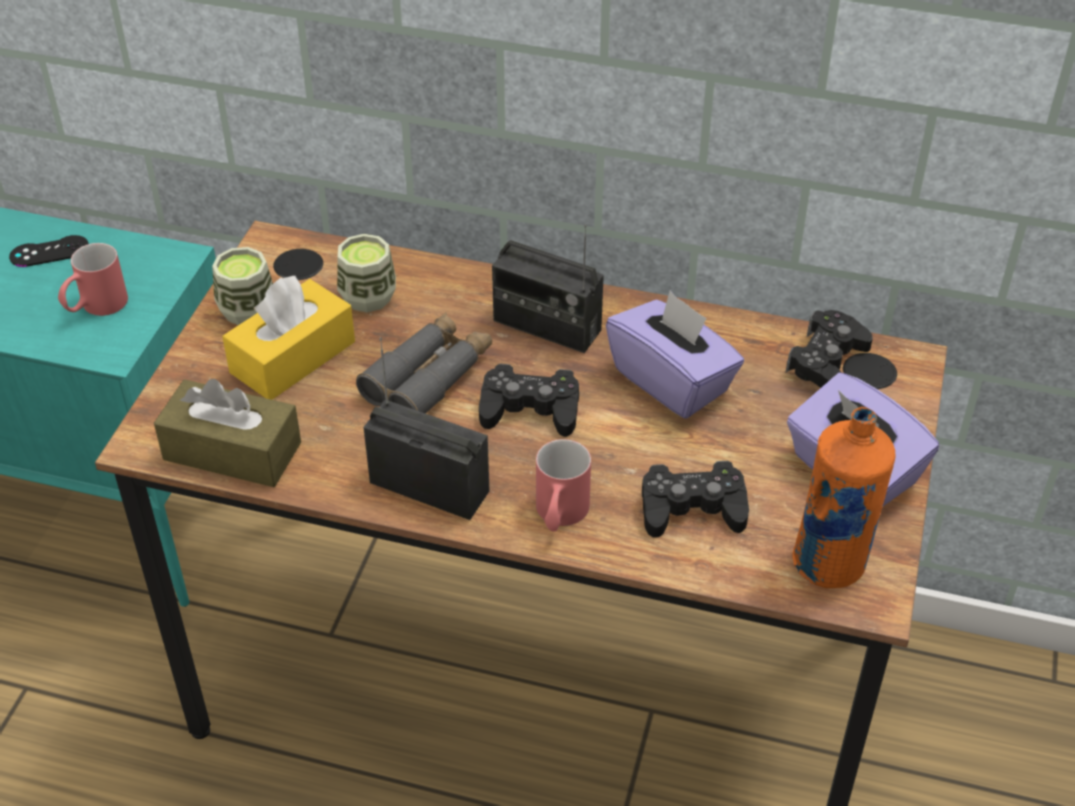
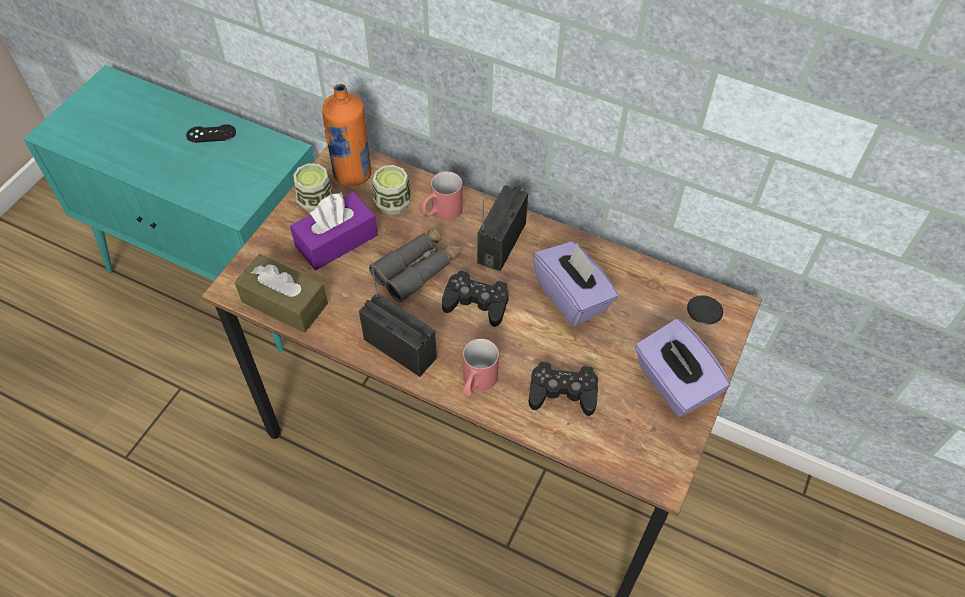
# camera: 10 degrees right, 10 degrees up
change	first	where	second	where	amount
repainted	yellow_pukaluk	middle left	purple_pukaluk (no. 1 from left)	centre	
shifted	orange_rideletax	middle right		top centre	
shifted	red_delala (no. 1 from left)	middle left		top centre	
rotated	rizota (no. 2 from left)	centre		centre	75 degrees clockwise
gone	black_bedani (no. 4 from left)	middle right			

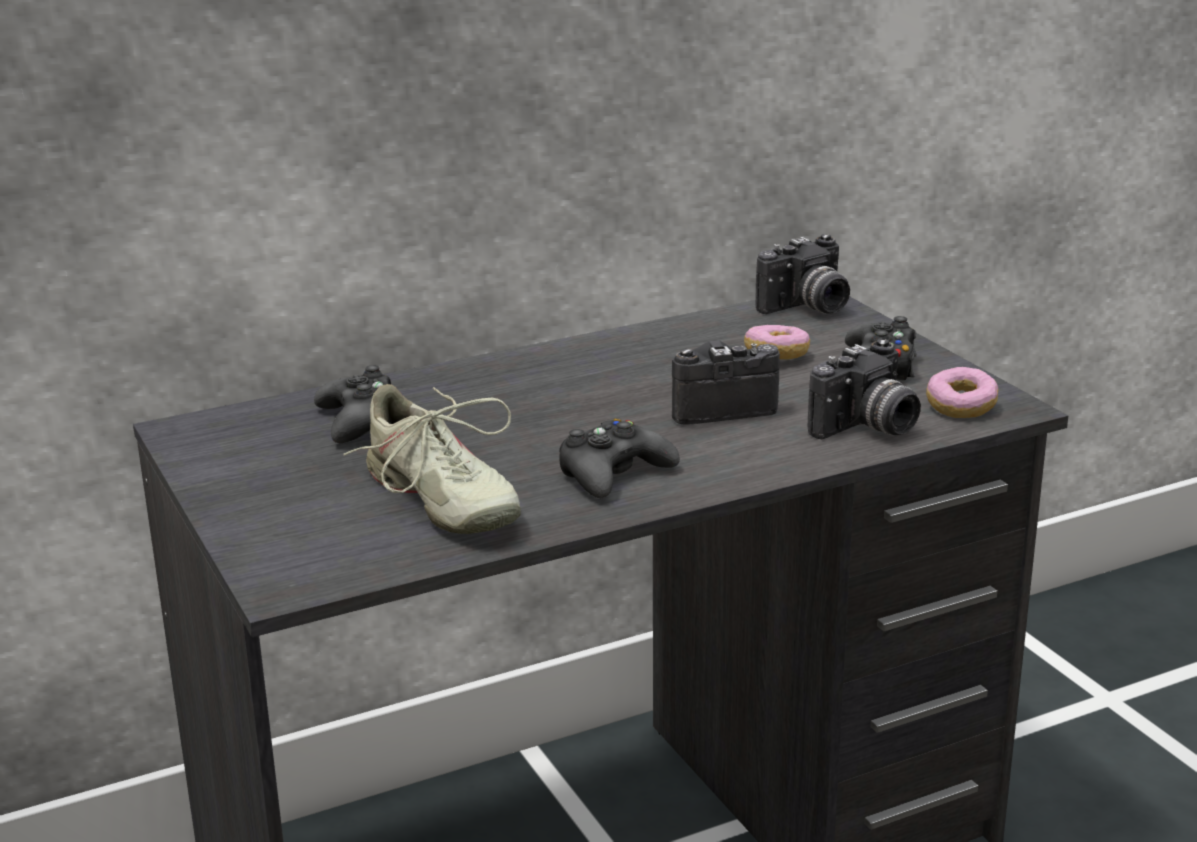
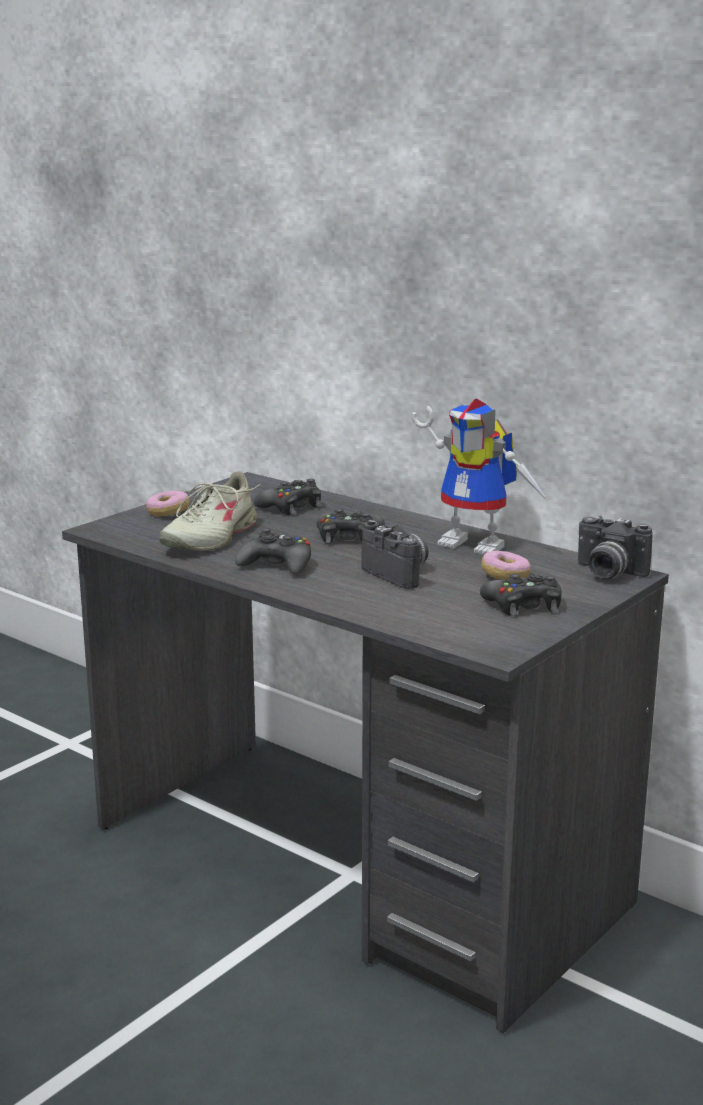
# camera: 65 degrees right, 5 degrees down
change	first	where	second	where	amount
shifted	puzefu (no. 2 from left in the first image)	middle right	puzefu (no. 1 from left)	middle left	
new			black_bedani (no. 3 from left)	centre	
new			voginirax	middle right	
gone	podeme (no. 3 from left)	middle right			

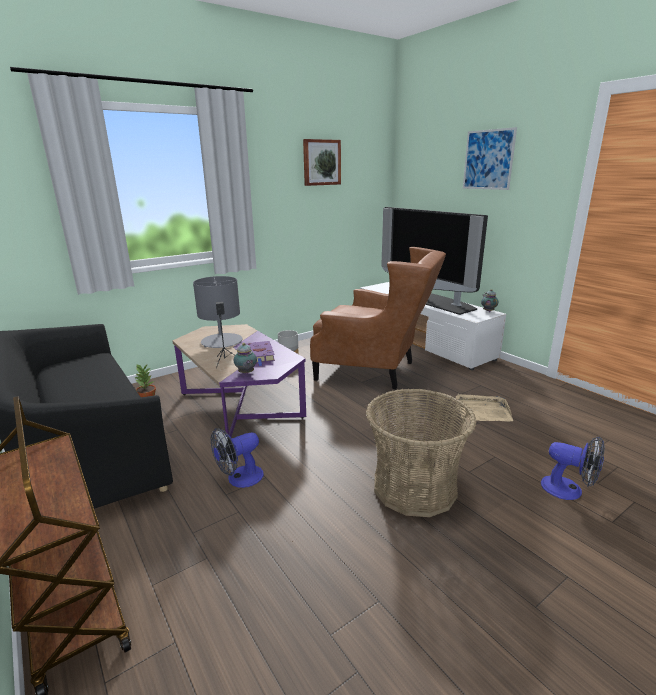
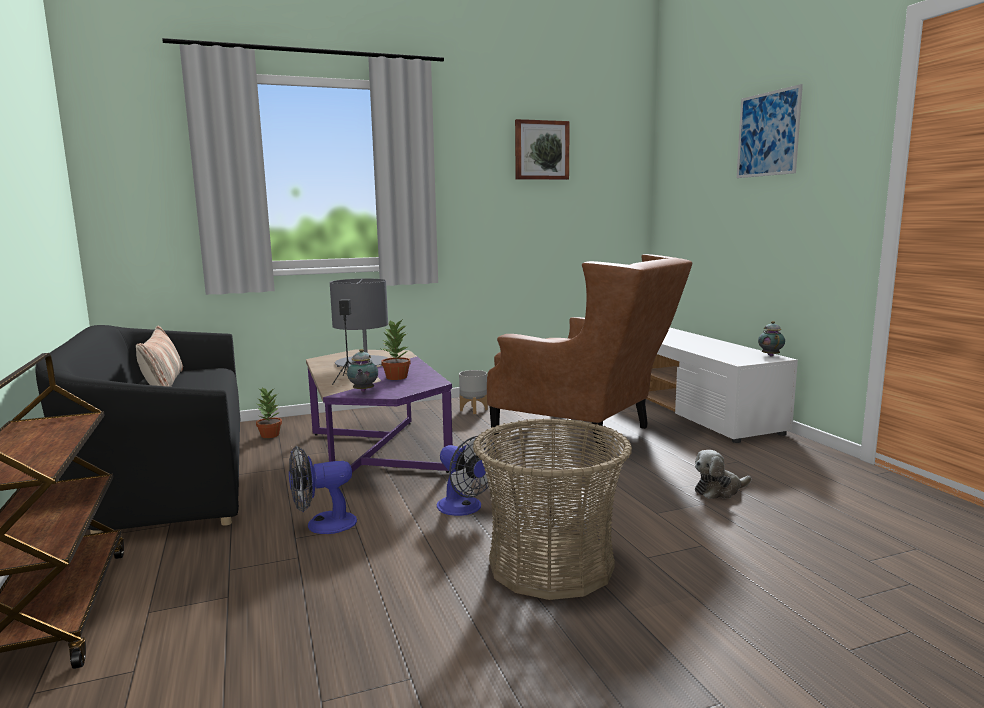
# camera: 15 degrees right, 10 degrees down
change	first	where	second	where	amount
new			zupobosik	middle left	
swapped	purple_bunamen	centre	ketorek (no. 2 from left)	centre	
shifted	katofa (no. 2 from left)	bottom right		bottom centre	
swapped	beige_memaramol	middle right	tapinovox	bottom right	
gone	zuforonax	centre			

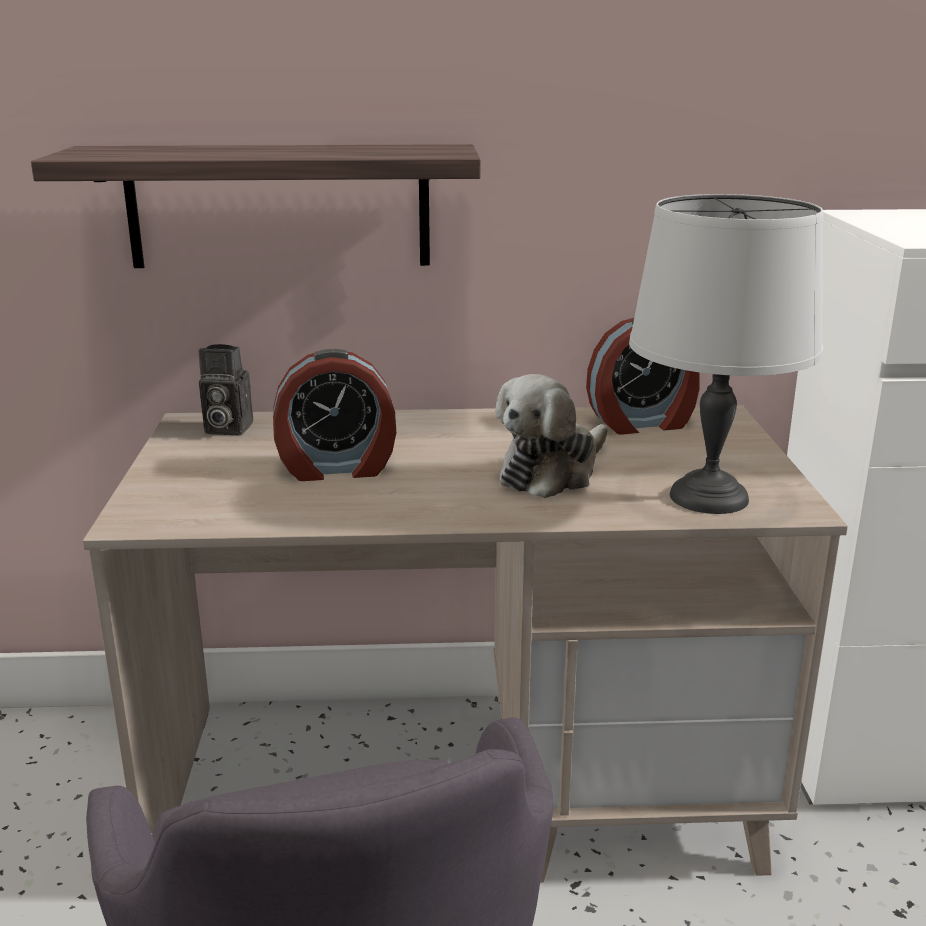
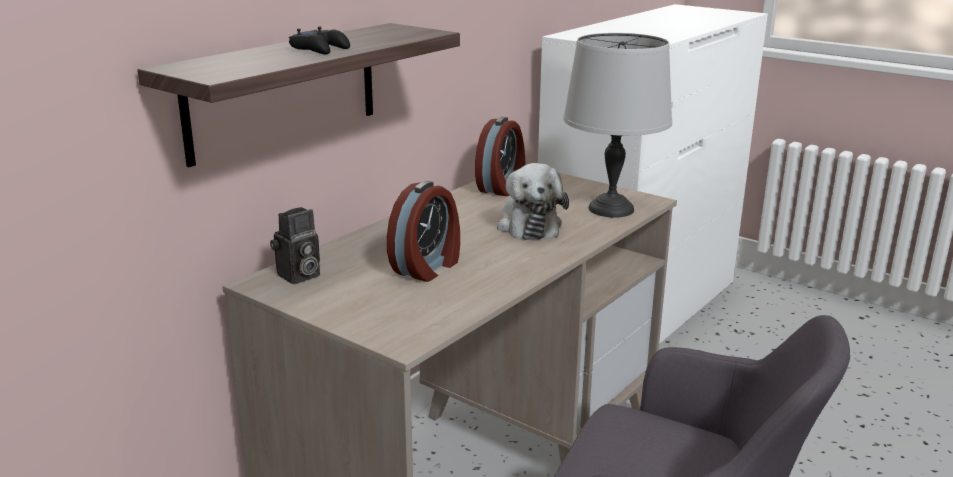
# camera: 50 degrees left, 0 degrees up
change	first	where	second	where	amount
new			black_bedani	top centre	

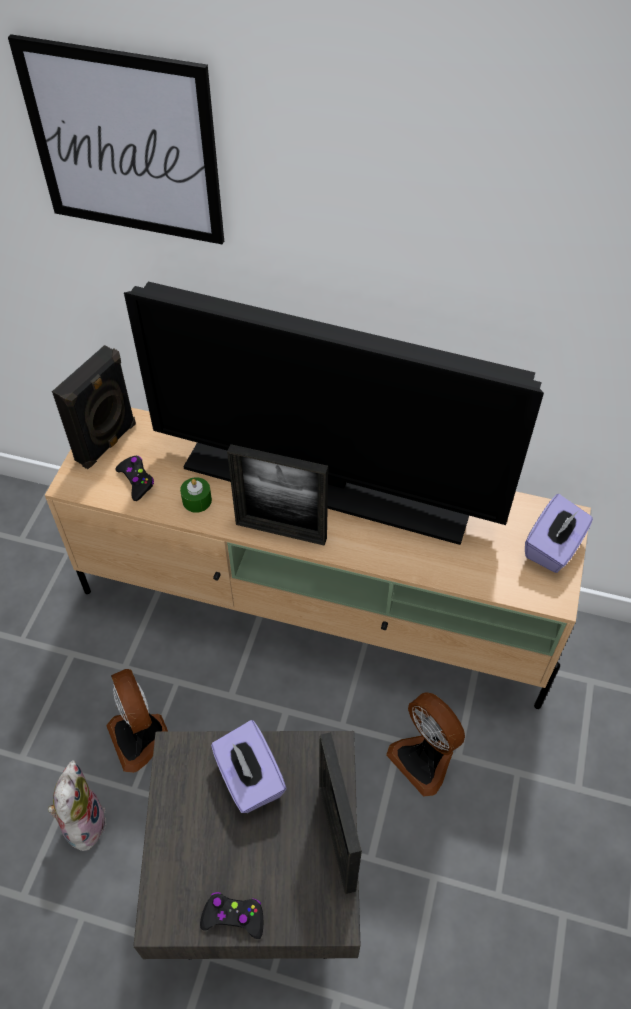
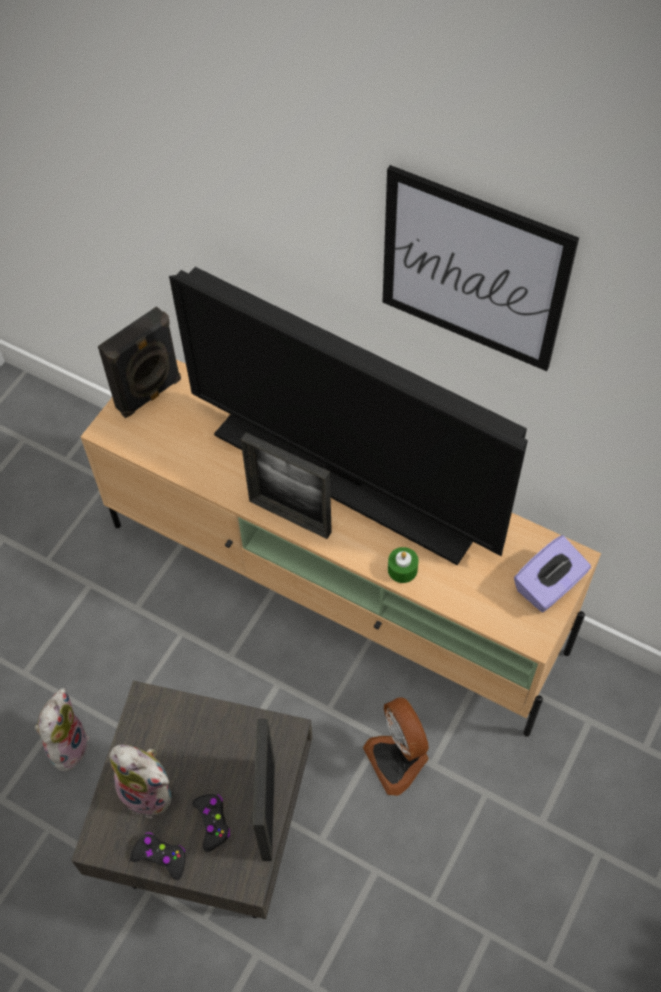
# camera: 15 degrees right, 5 degrees up
change	first	where	second	where	amount
new			tapinovox (no. 2 from left)	bottom left	
shifted	black_bedani (no. 1 from left in the first image)	middle left	black_bedani (no. 2 from left)	bottom left	
shifted	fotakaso	top left		top right	
shifted	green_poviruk	middle left		centre	
gone	katofa (no. 1 from left)	bottom left			
gone	purple_pukaluk (no. 1 from left)	bottom centre			

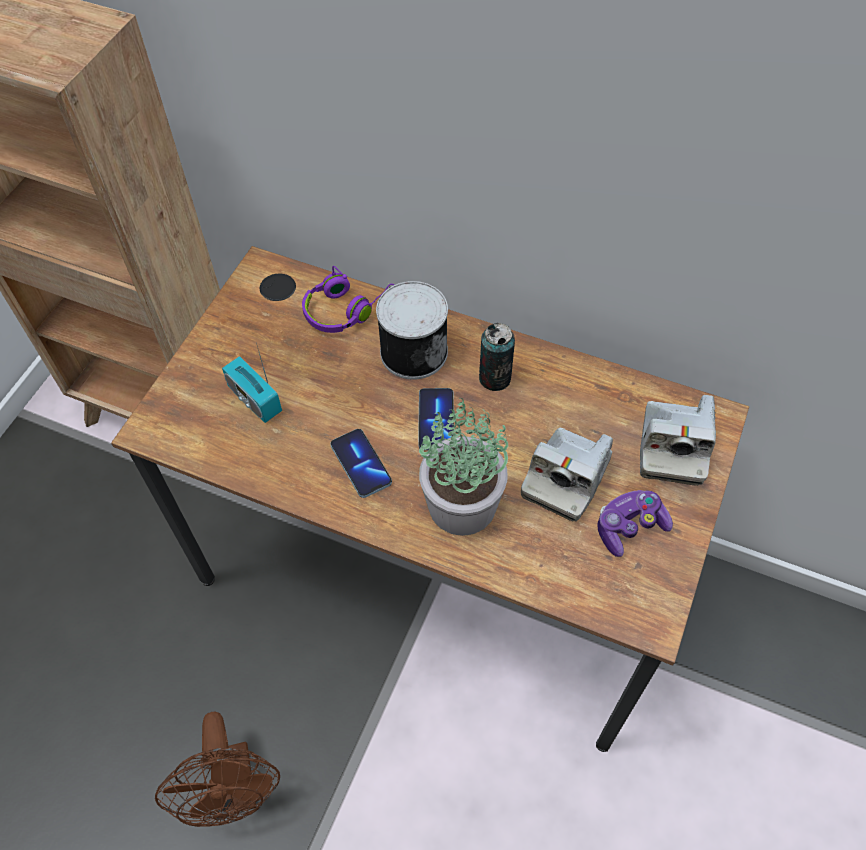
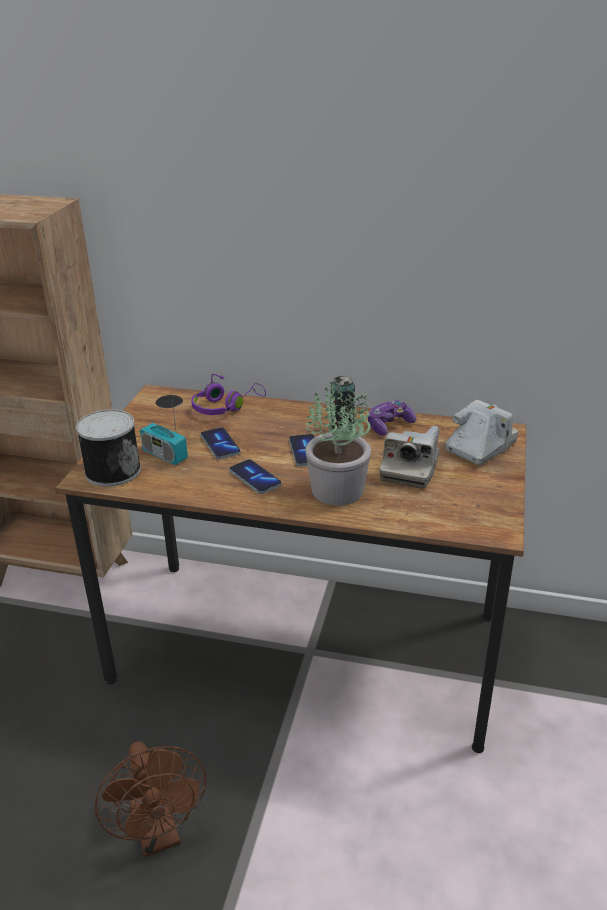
# camera: 10 degrees left, 25 degrees down
change	first	where	second	where	amount
shifted	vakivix (no. 1 from left)	centre		middle left	
new			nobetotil (no. 1 from left)	centre	
shifted	bedani	middle right		centre	
rotated	podeme (no. 2 from left)	middle right		middle right	135 degrees counterclockwise

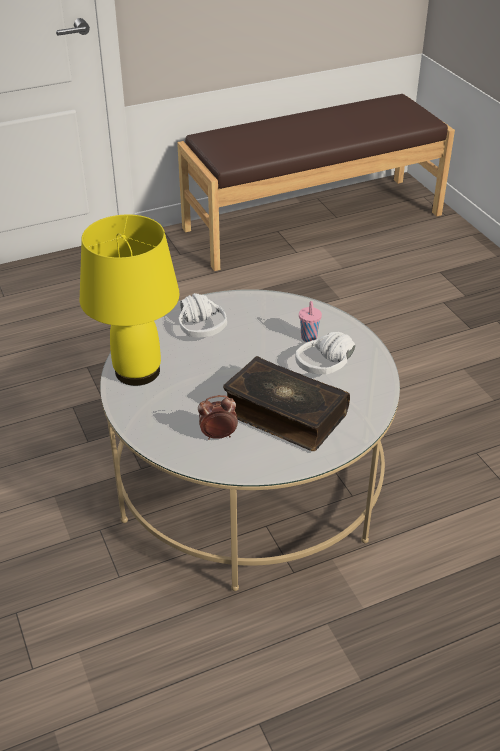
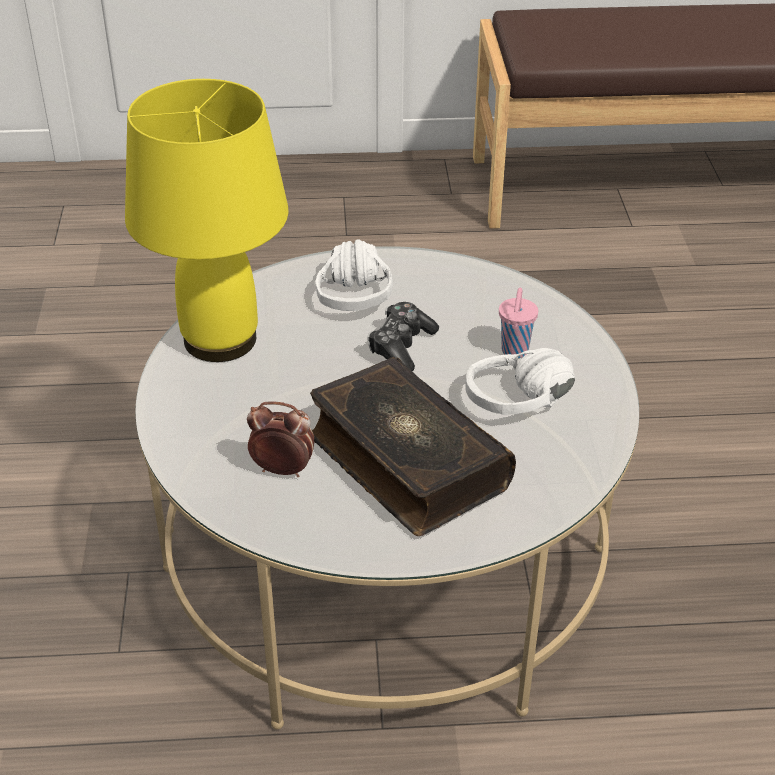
# camera: 20 degrees right, 0 degrees up
change	first	where	second	where	amount
new			bedani	centre	

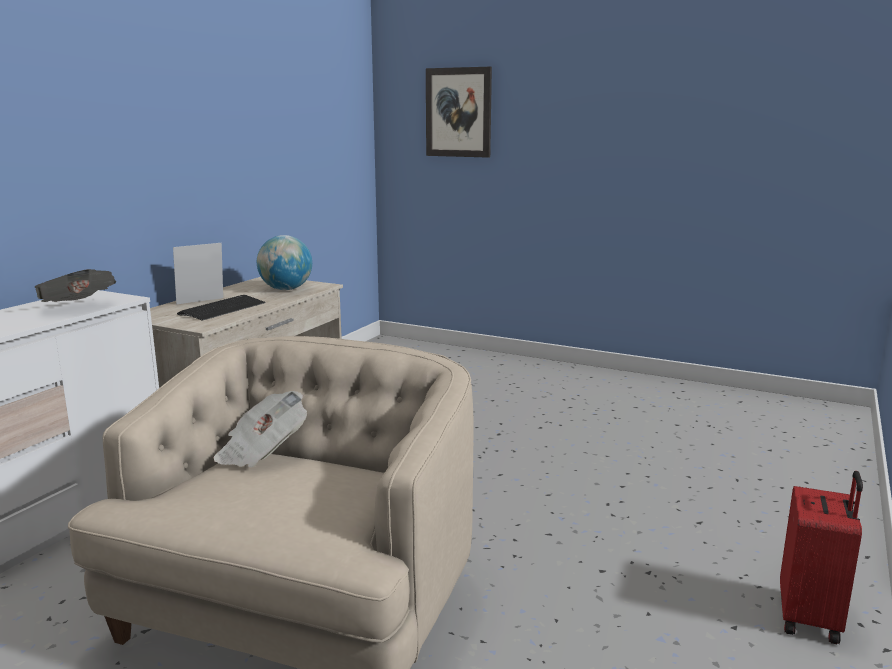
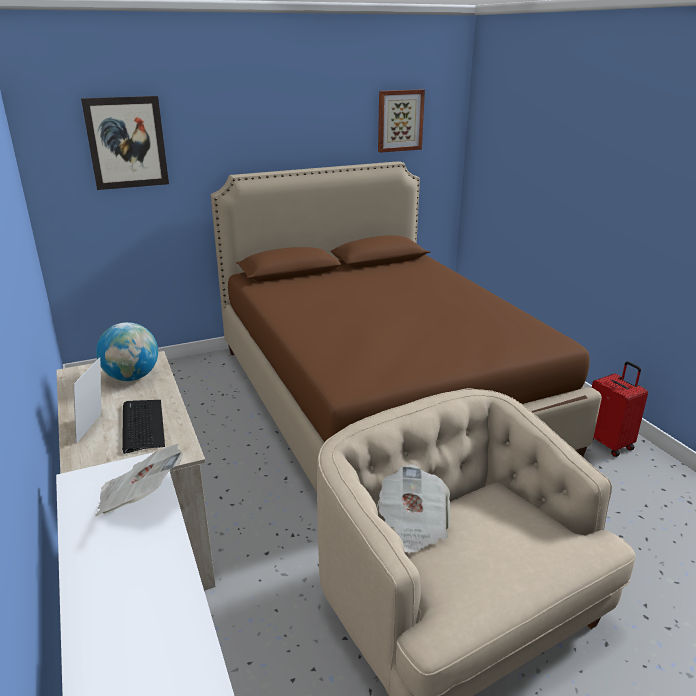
# camera: 50 degrees left, 10 degrees up
change	first	where	second	where	amount
new			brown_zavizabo	centre	
new			fotakaso (no. 2 from left)	top centre	

